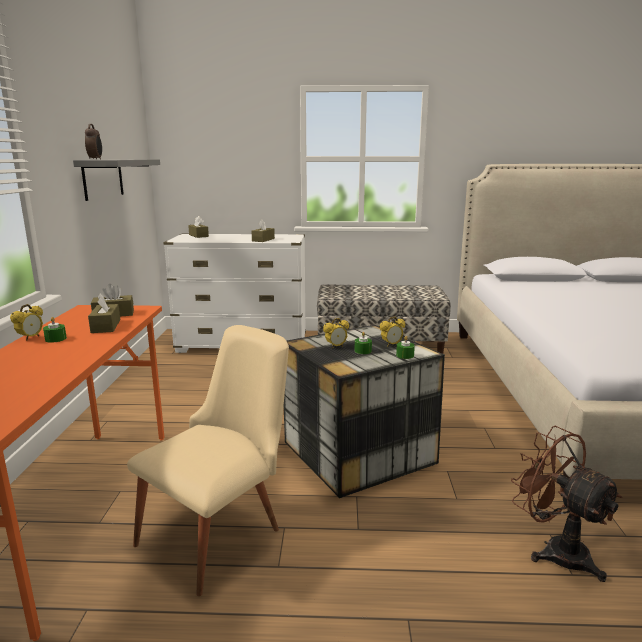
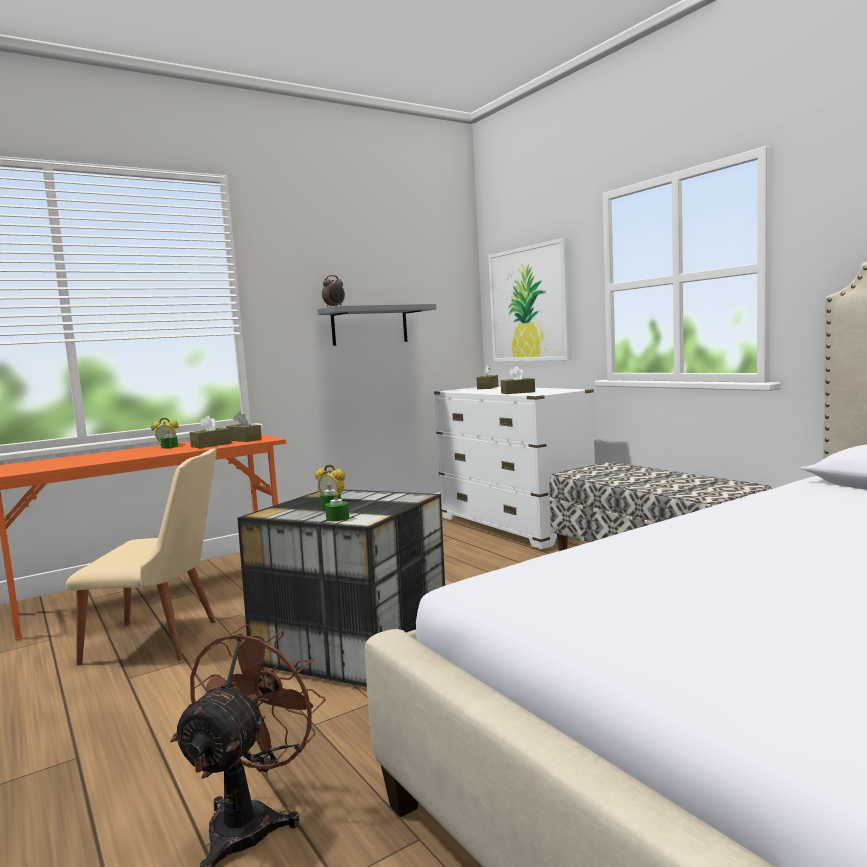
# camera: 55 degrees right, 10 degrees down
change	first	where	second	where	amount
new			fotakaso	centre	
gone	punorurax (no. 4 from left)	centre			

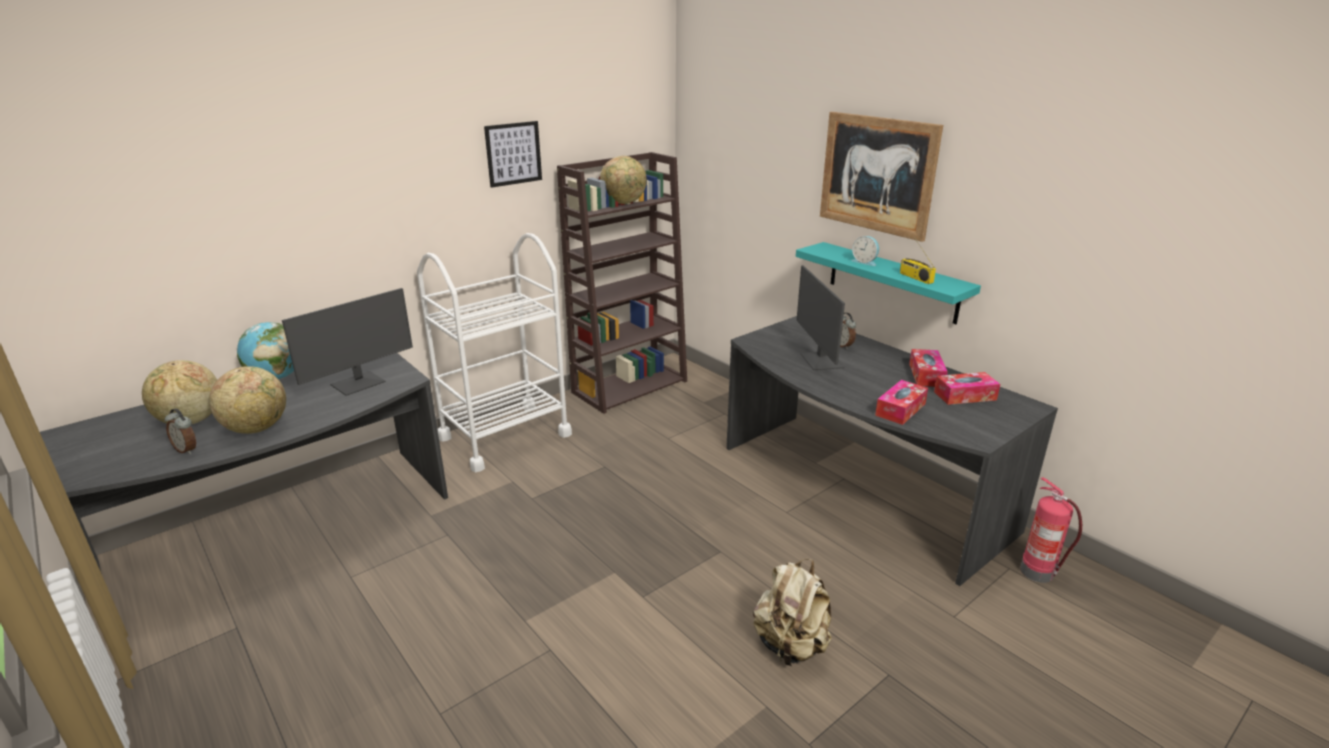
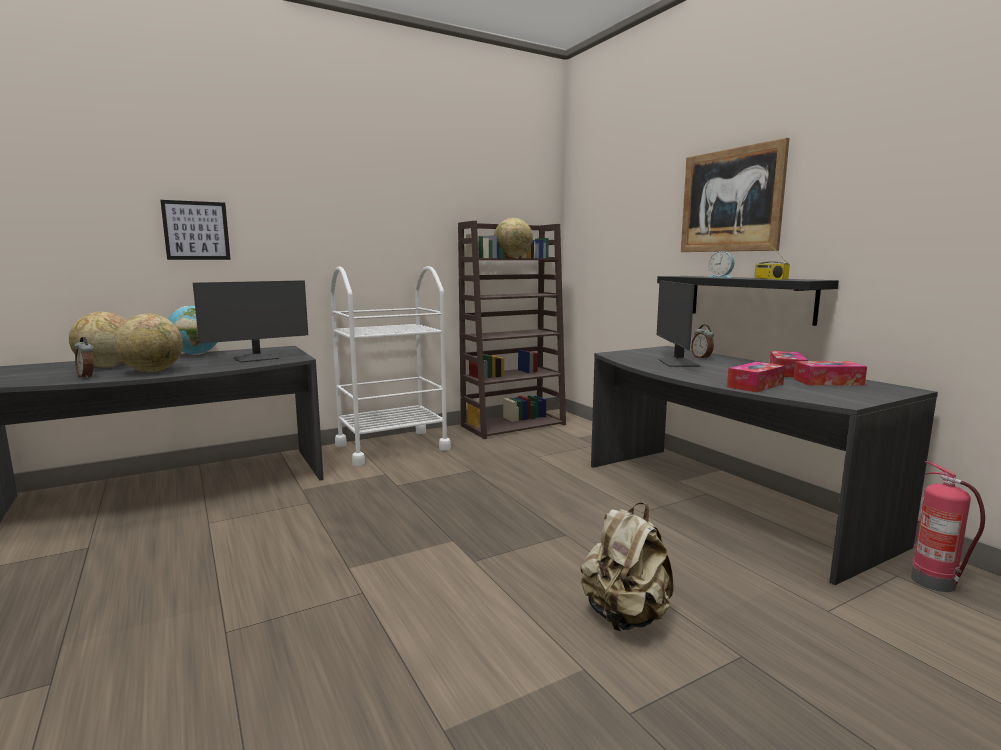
# camera: 10 degrees right, 15 degrees down
change	first	where	second	where	amount
shifted	fotakaso (no. 1 from left)	top centre		top left	
repainted	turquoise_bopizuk	middle right	black_bopizuk	middle right	

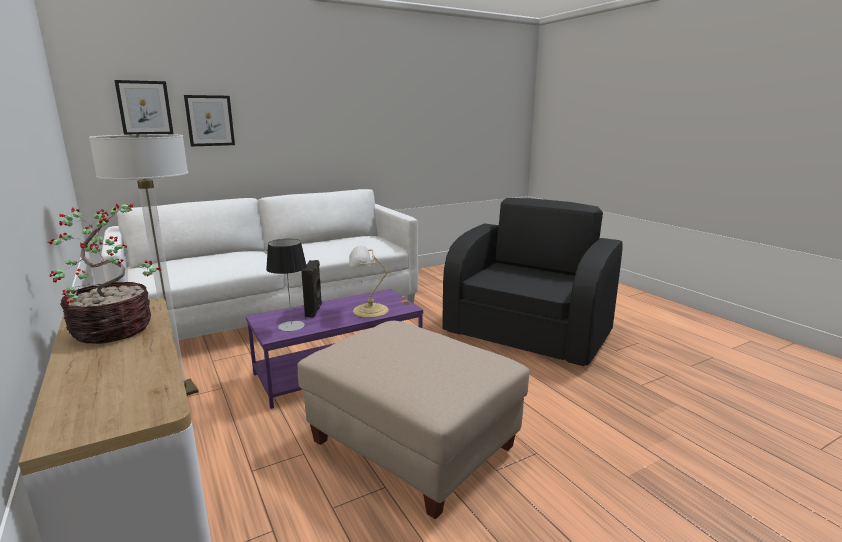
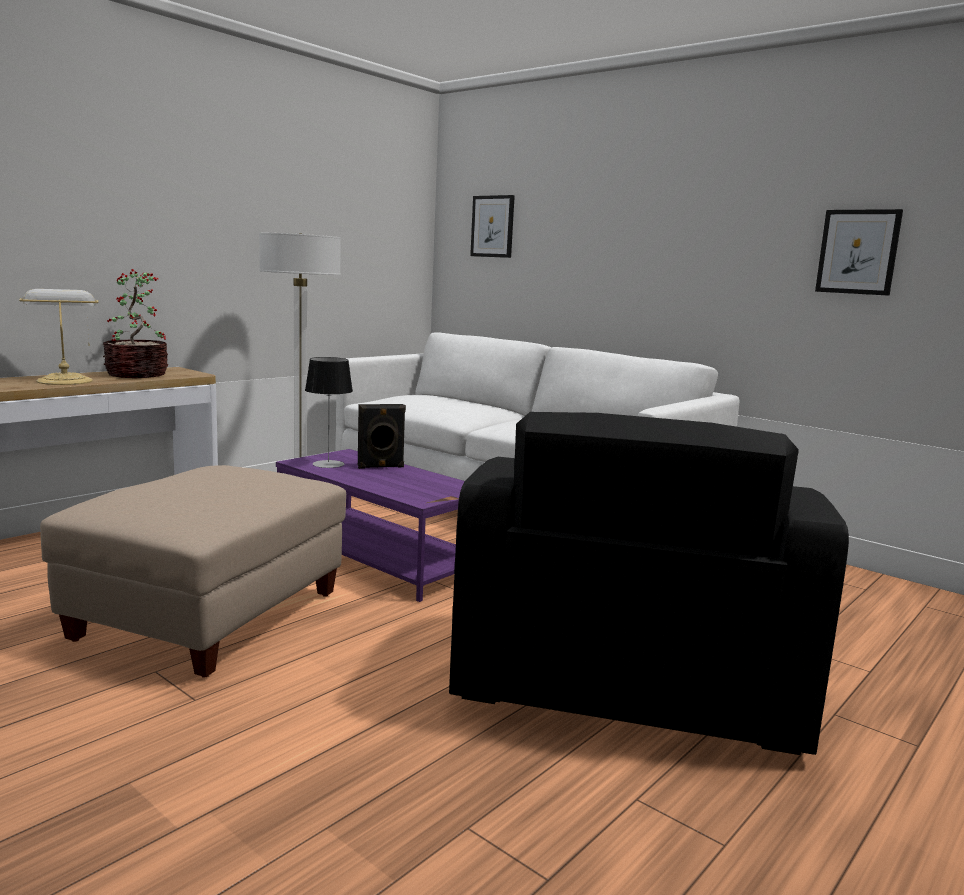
# camera: 70 degrees right, 5 degrees down
change	first	where	second	where	amount
shifted	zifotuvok (no. 2 from left in the first image)	centre	zifotuvok (no. 1 from left)	middle left	
rotated	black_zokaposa	centre		middle right	90 degrees clockwise
shifted	fotakaso (no. 2 from left)	top left		top right	

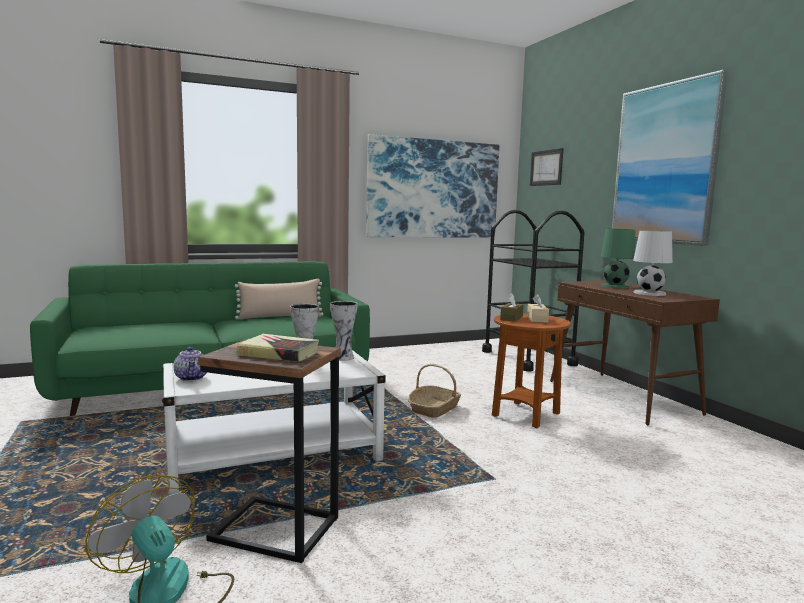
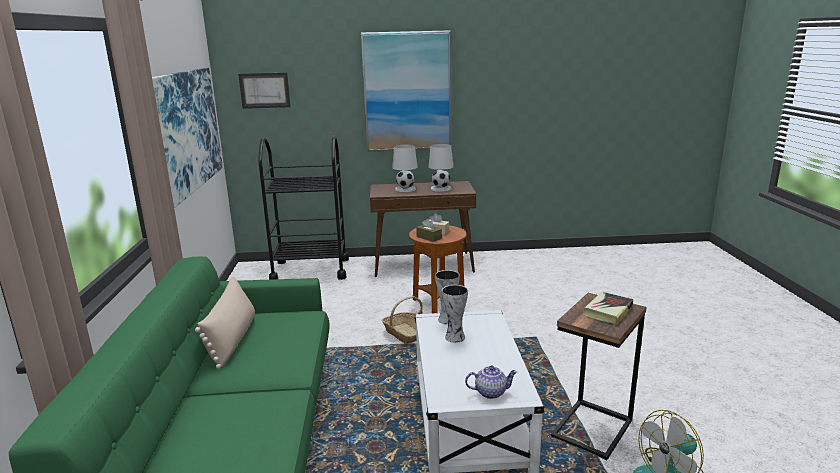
# camera: 70 degrees left, 10 degrees up
change	first	where	second	where	amount
repainted	green_zifotuvok	middle right	white_zifotuvok (no. 1 from left)	centre	

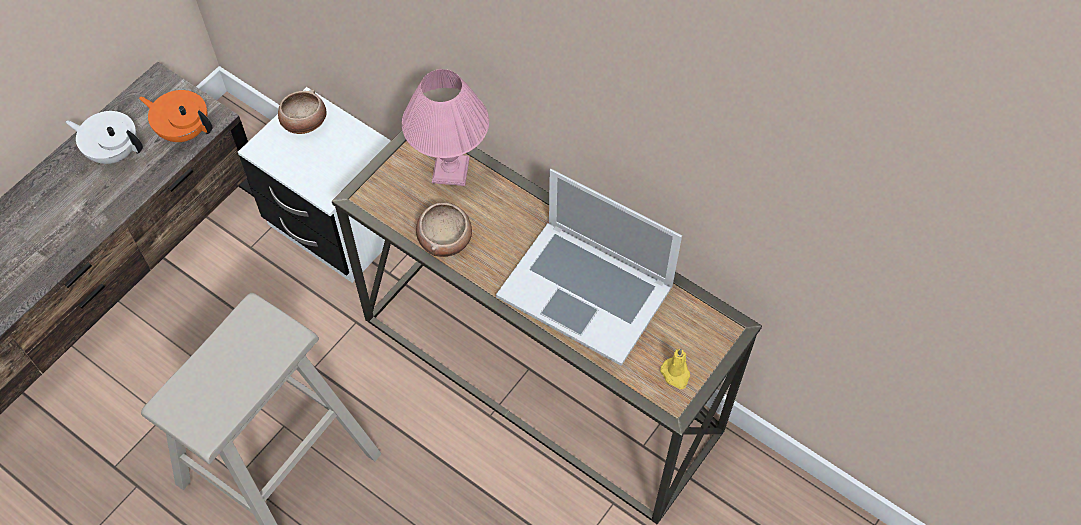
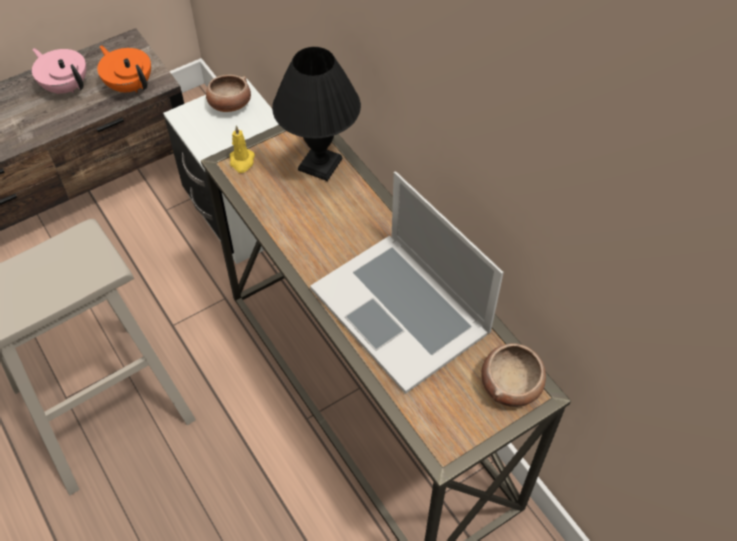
# camera: 20 degrees right, 5 degrees down
change	first	where	second	where	amount
repainted	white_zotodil	top left	pink_zotodil	top left	
shifted	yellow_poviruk	bottom centre		top left	
repainted	pink_zifotuvok	top centre	black_zifotuvok	top centre	
shifted	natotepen (no. 2 from left)	centre		bottom right	

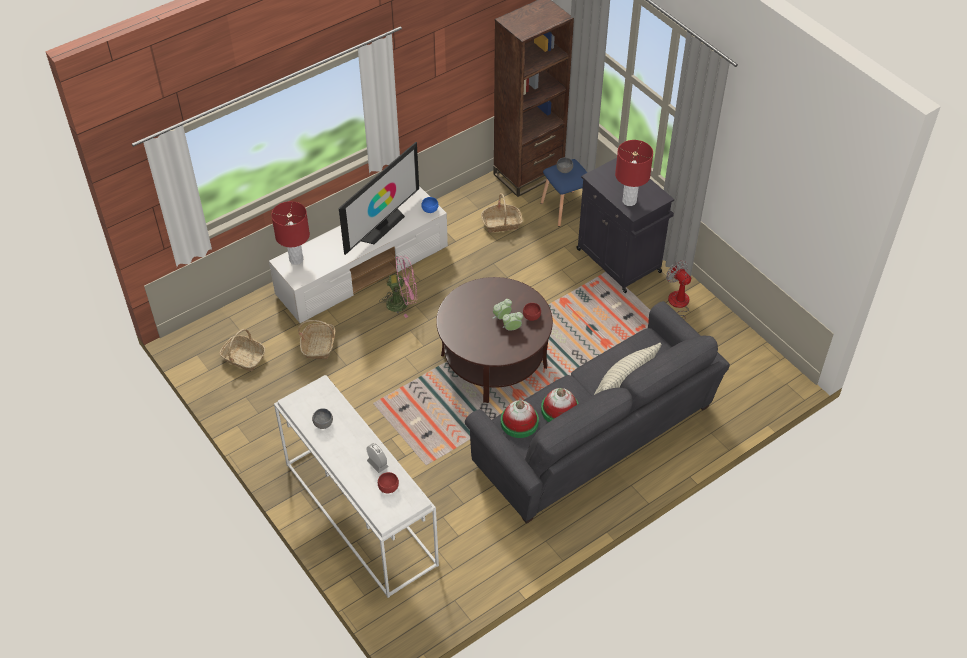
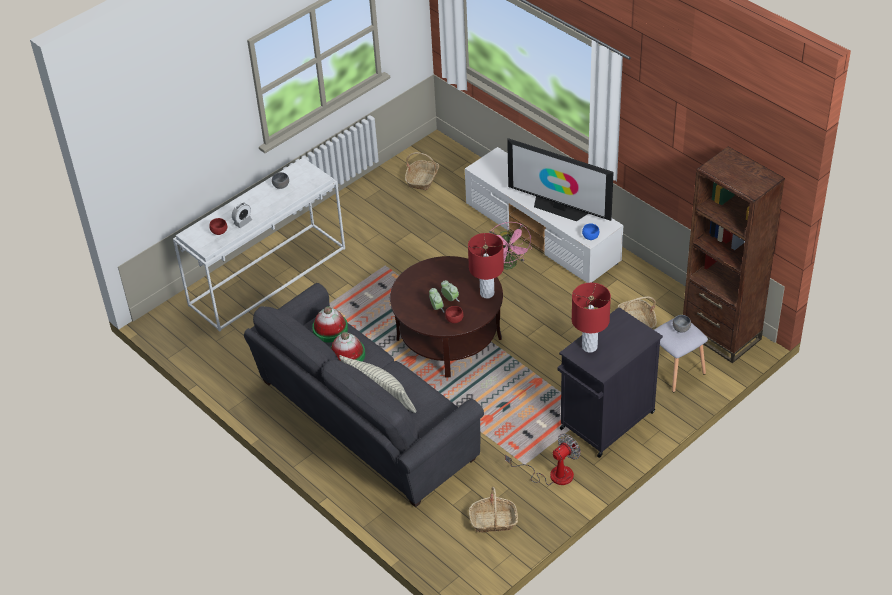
# camera: 85 degrees right, 5 degrees down
change	first	where	second	where	amount
shifted	red_zifotuvok (no. 1 from left)	middle left		centre	
shifted	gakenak (no. 2 from left)	middle left		bottom centre	
repainted	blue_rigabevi	top centre	grey_rigabevi	middle right	

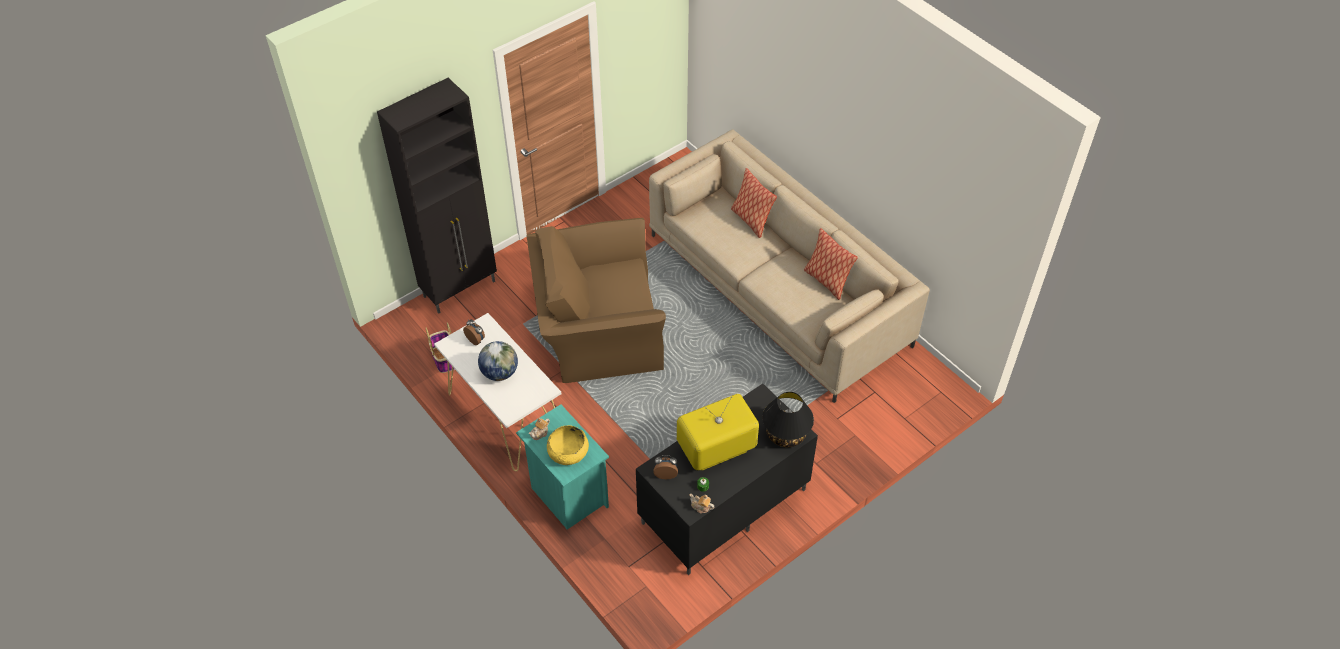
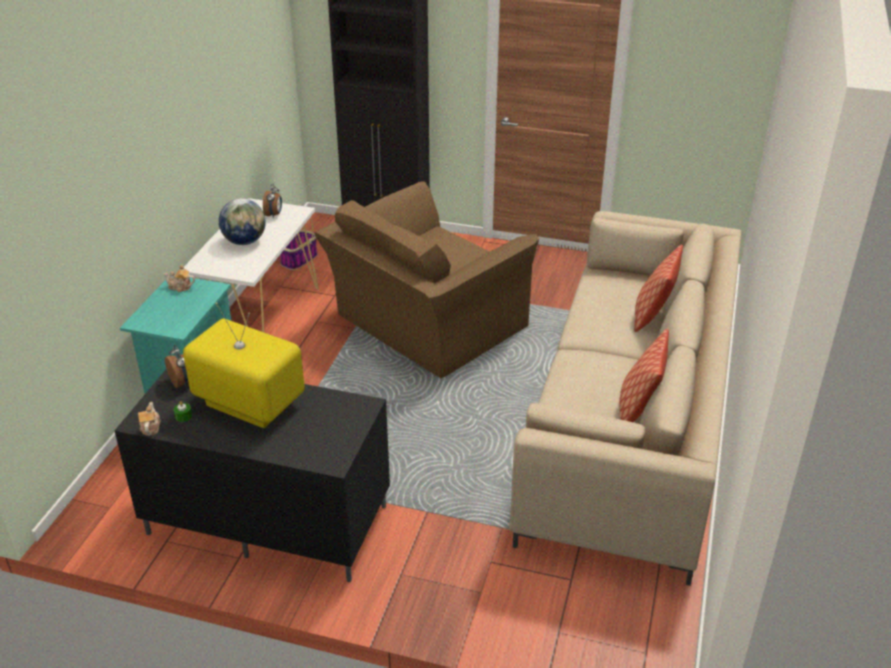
# camera: 55 degrees right, 15 degrees down
change	first	where	second	where	amount
rotated	brown_zokaposa	centre		centre	90 degrees counterclockwise
gone	yellow_natotepen	bottom centre			
gone	black_zifotuvok	centre			

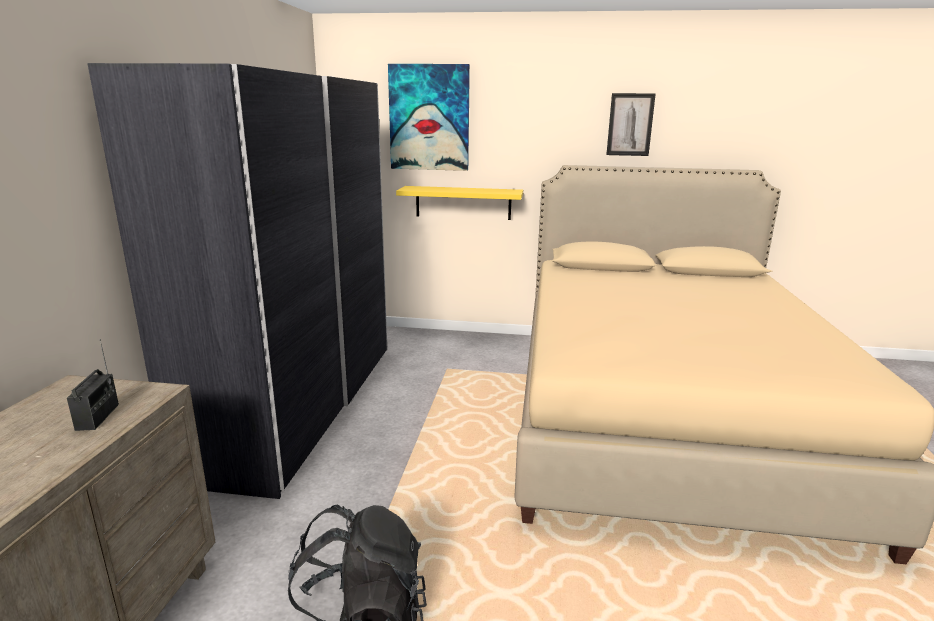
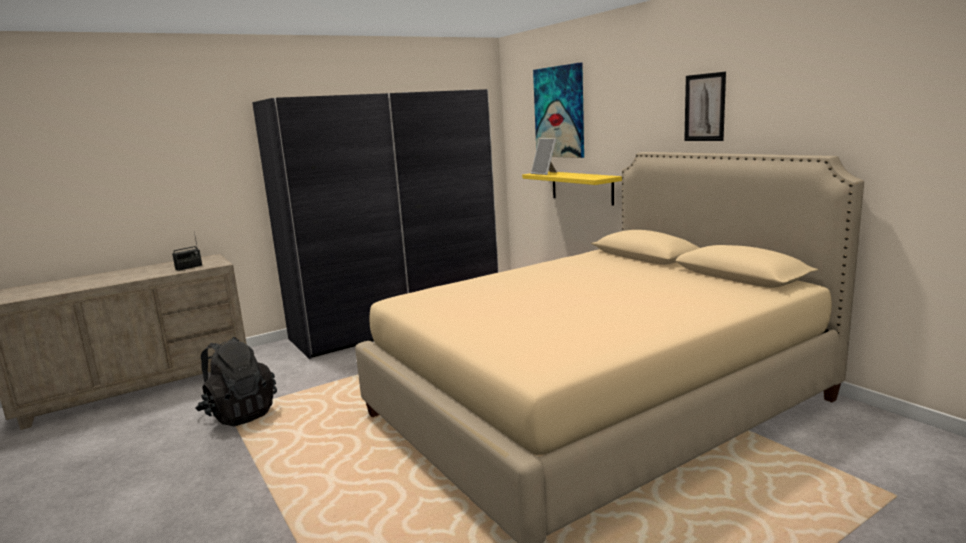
# camera: 50 degrees right, 5 degrees down
change	first	where	second	where	amount
new			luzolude	top centre	

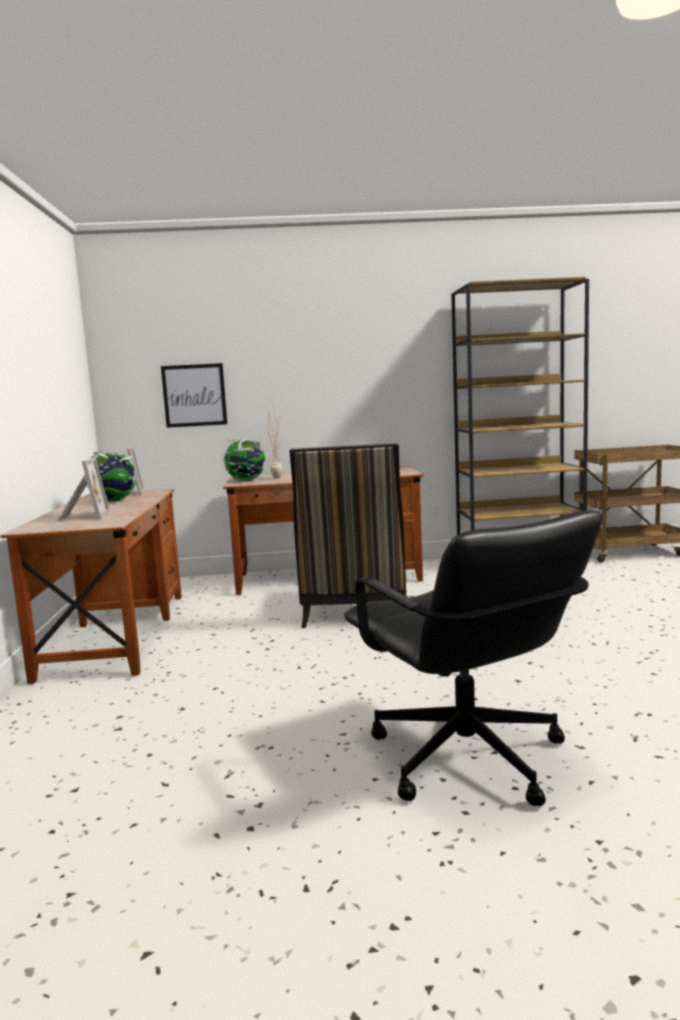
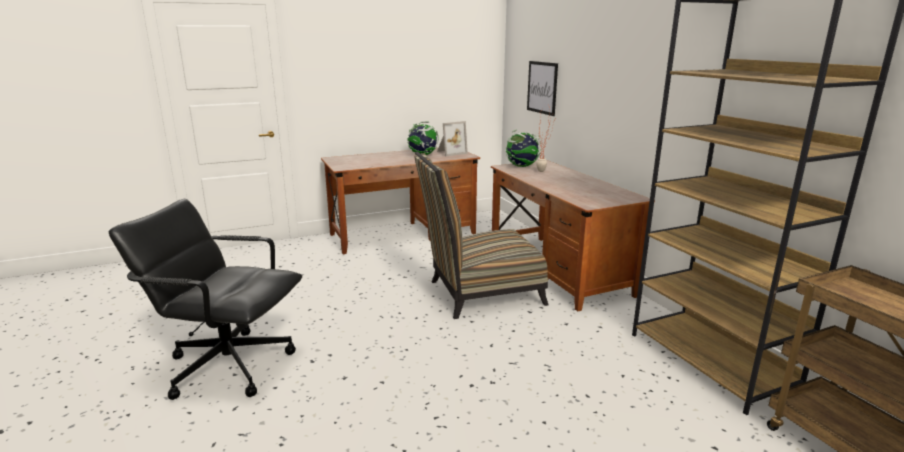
# camera: 70 degrees right, 10 degrees up
change	first	where	second	where	amount
rotated	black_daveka	middle right		middle left	60 degrees clockwise
gone	luzolude (no. 1 from left)	middle left			

